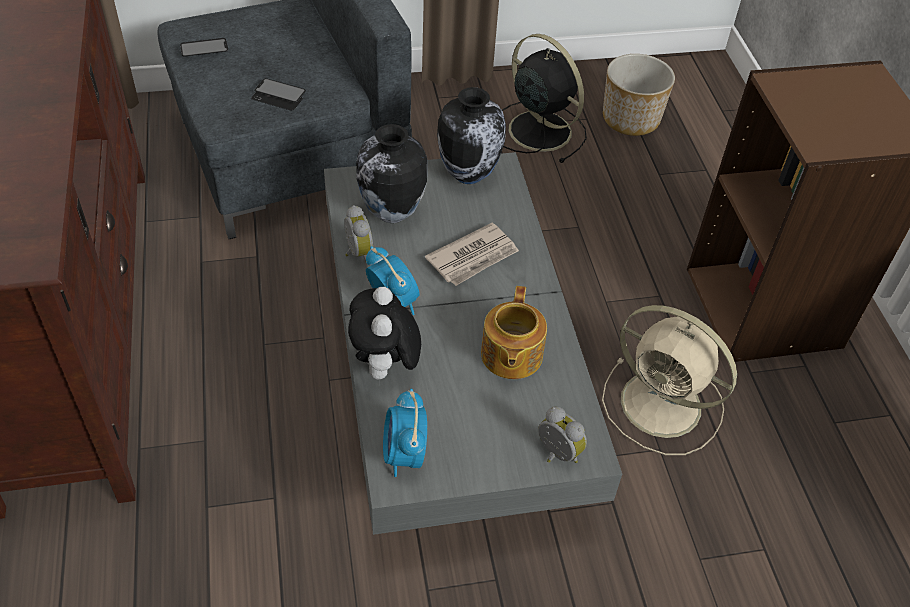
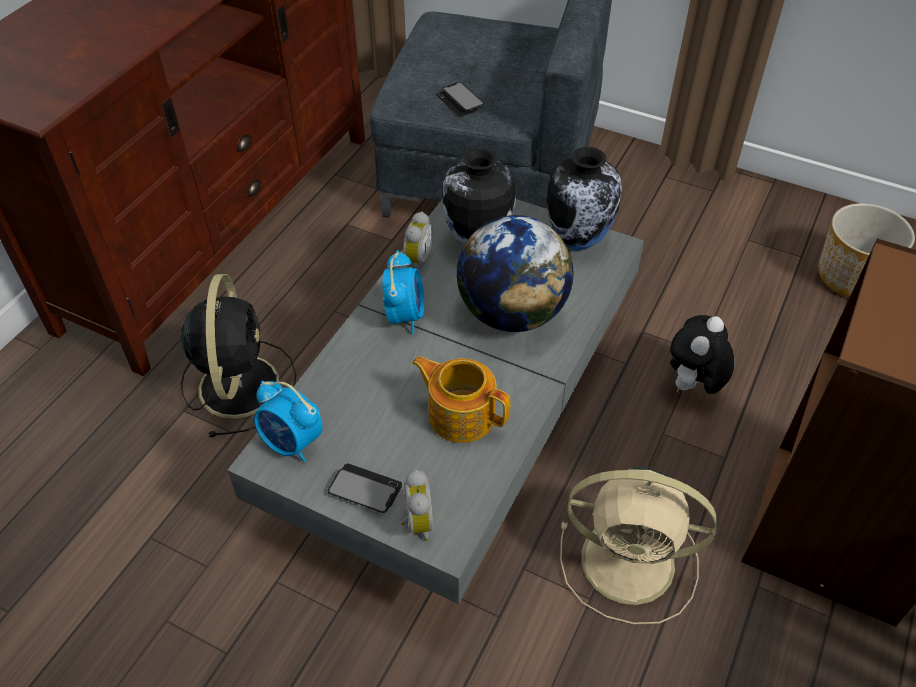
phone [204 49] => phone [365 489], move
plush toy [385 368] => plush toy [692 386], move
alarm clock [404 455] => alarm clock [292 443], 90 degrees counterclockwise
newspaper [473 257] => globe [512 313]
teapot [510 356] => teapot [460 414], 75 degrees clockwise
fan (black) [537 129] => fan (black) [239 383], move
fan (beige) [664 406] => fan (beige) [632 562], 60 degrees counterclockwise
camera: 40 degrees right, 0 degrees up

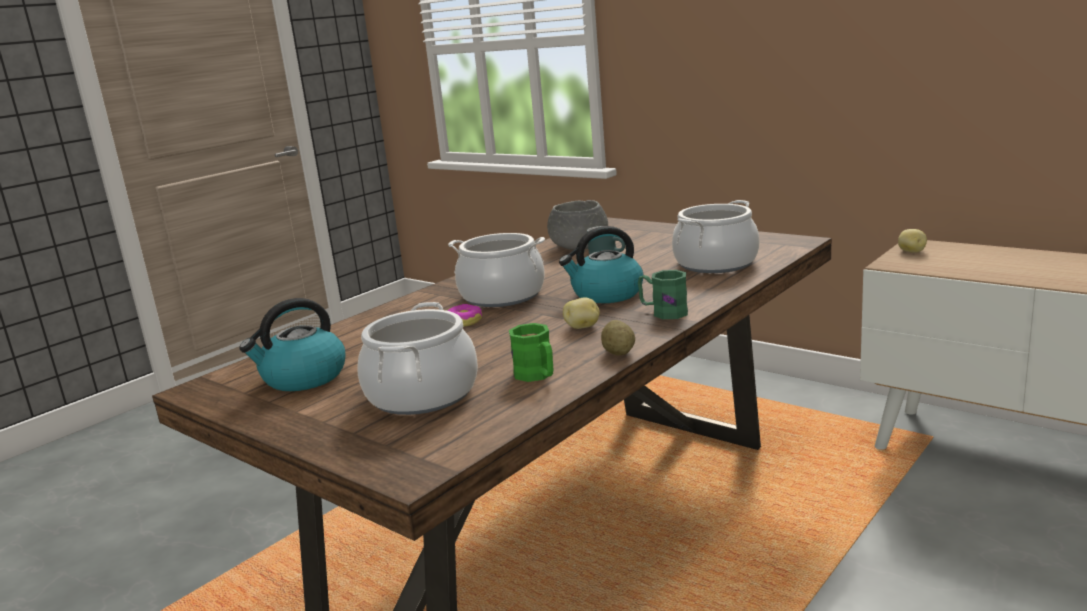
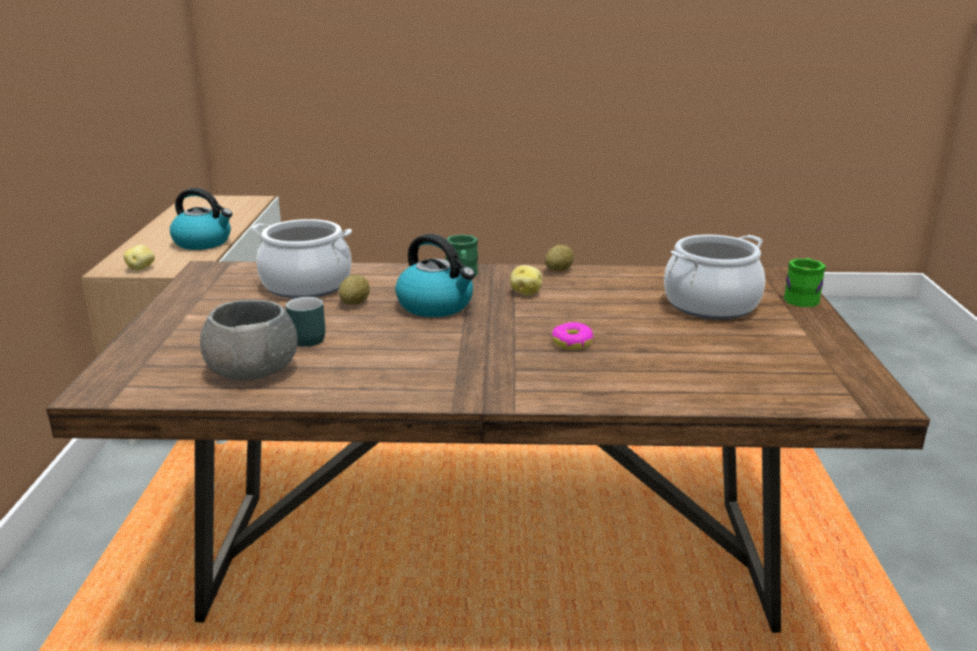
kettle [303 378] => kettle [203 242], move
cooking pot [502 296] => nothing
mug (green) [537 376] => mug (green) [802 297], move
nothing => potato [354 303]
camera: 130 degrees left, 5 degrees up

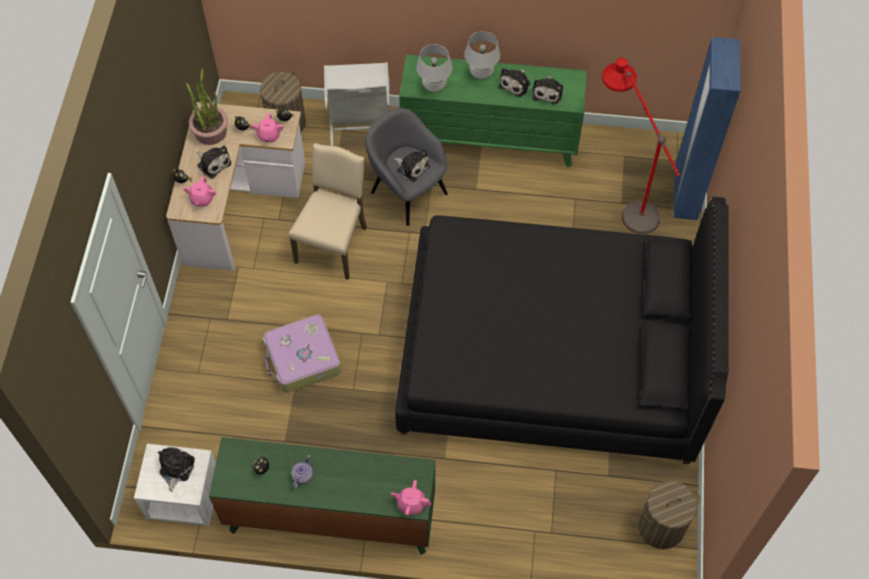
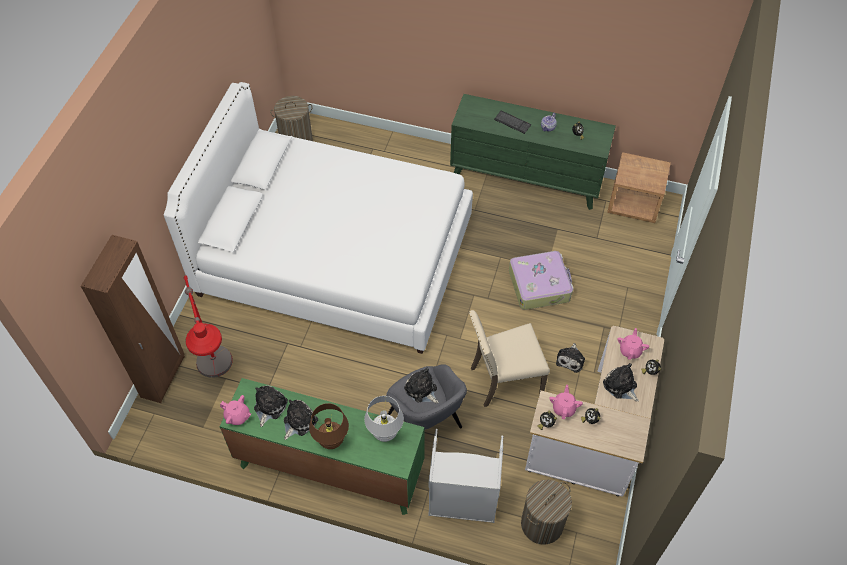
nightstand (white) [183 497] => nightstand (brown) [634 204]
plush toy [176 468] => plush toy [571 359], move
potted plant [210 131] => nothing
chair (beige) [333 244] => chair (beige) [504 380], 45 degrees clockwise
teapot (pink) [411 503] => teapot (pink) [237 416], move
bed (black) [551 356] => bed (white) [335 258]
table lamp (white) [481 73] => table lamp (brown) [331 440]
wardrobe (blue) [685 195] => wardrobe (brown) [163 377]
nothing => keyboard [512 122]
camera: 170 degrees left, 5 degrees down

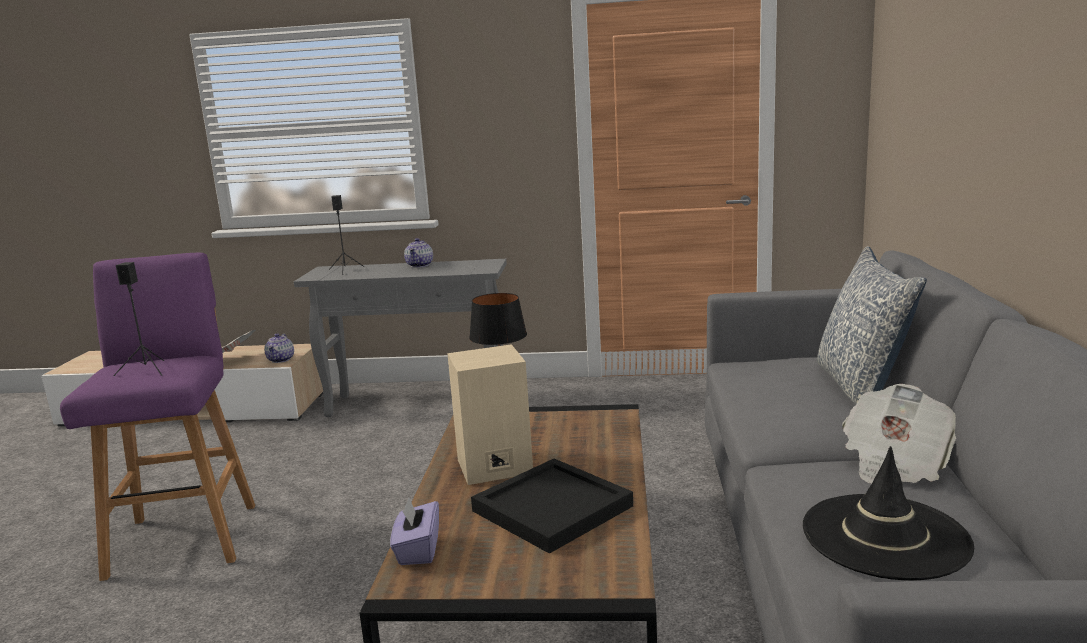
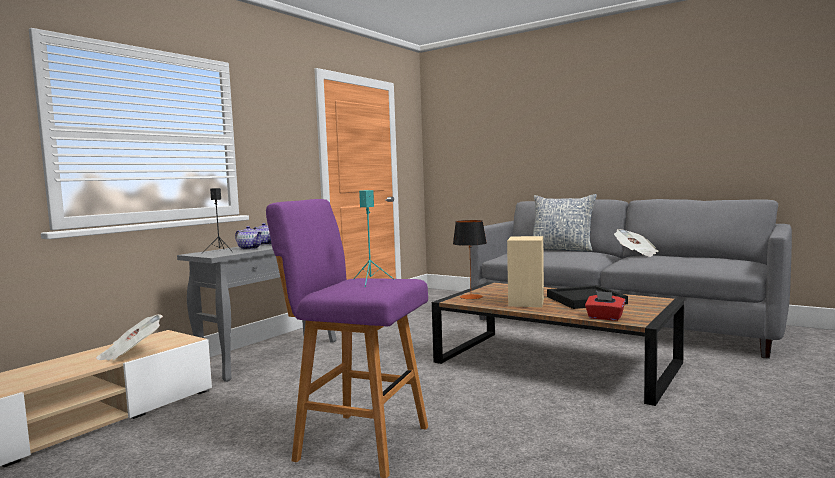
speaker (black) [147 370] => speaker (turquoise) [371 281]
teapot [281 359] => teapot [249 248], move
tissue box (purple) [418 550] => tissue box (red) [604 318]
hat (black) [884 536] => nothing
camera: 60 degrees left, 10 degrees down

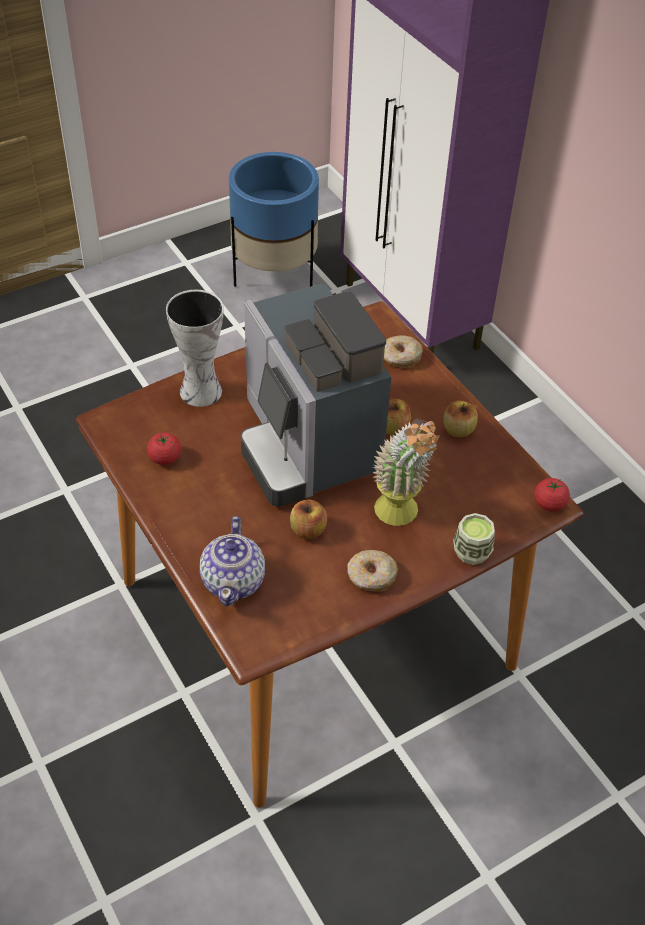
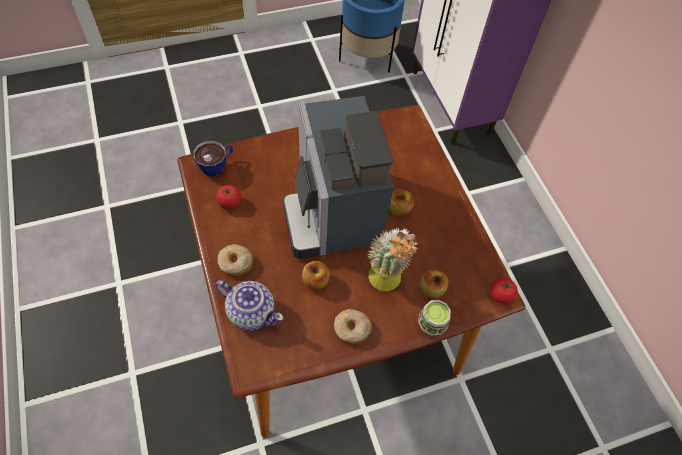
vase [199 390] => nothing
teapot [234 581] => teapot [251 312], 75 degrees counterclockwise
donut [400 357] => donut [235 263], move
apple [458 430] => apple [431 289], move
nothing => cup [217 166]
camera: 10 degrees right, 10 degrees up

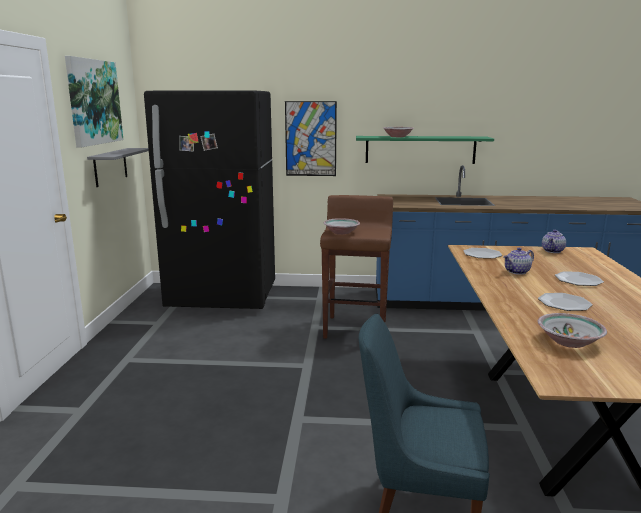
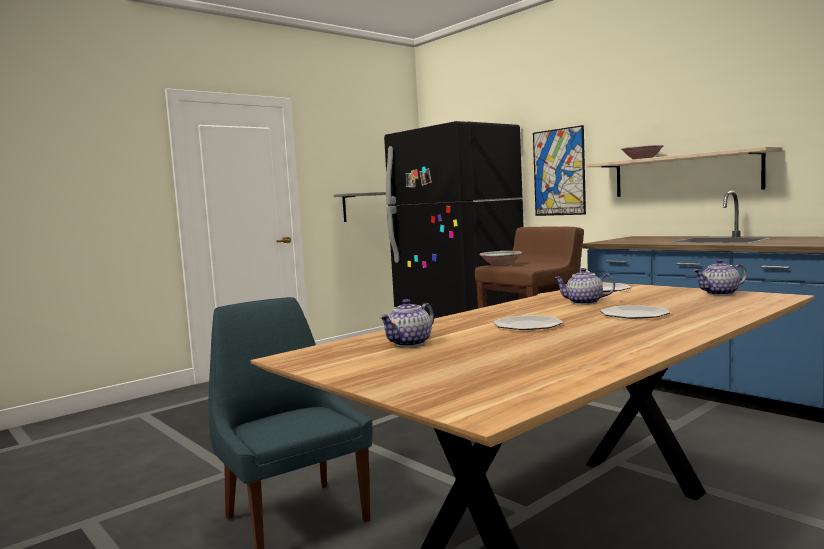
picture [94 102] => nothing
shelf (green) [420 149] => shelf (beige) [684 175]
bowl [569 341] => teapot [410 343]
camera: 45 degrees right, 10 degrees down

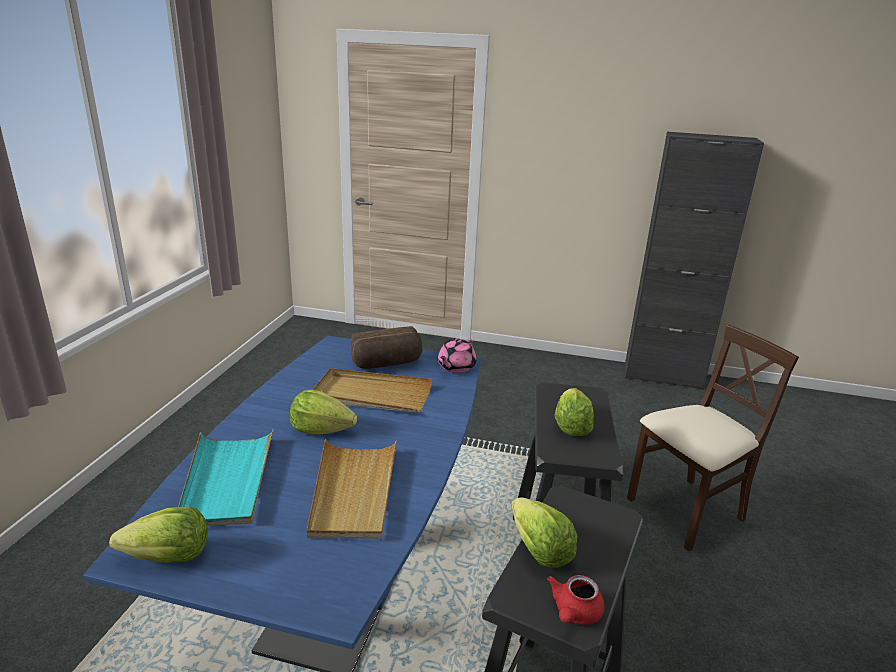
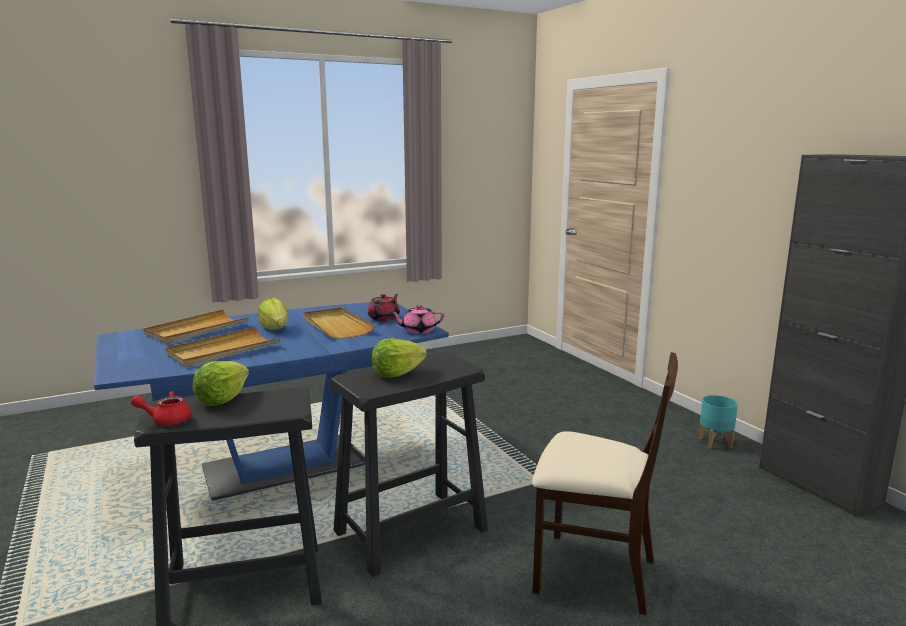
lettuce [168 557] => nothing
tray (turquoise) [227 481] => tray (beige) [196 330]
bread [387 363] => teapot (red) [384 318]
nothing => planter (turquoise) [715 442]
camera: 50 degrees right, 10 degrees down

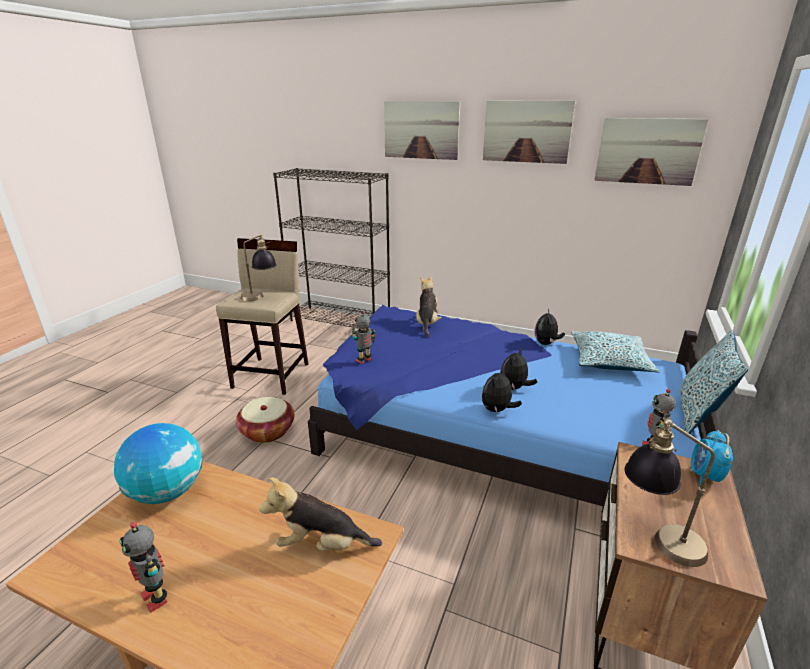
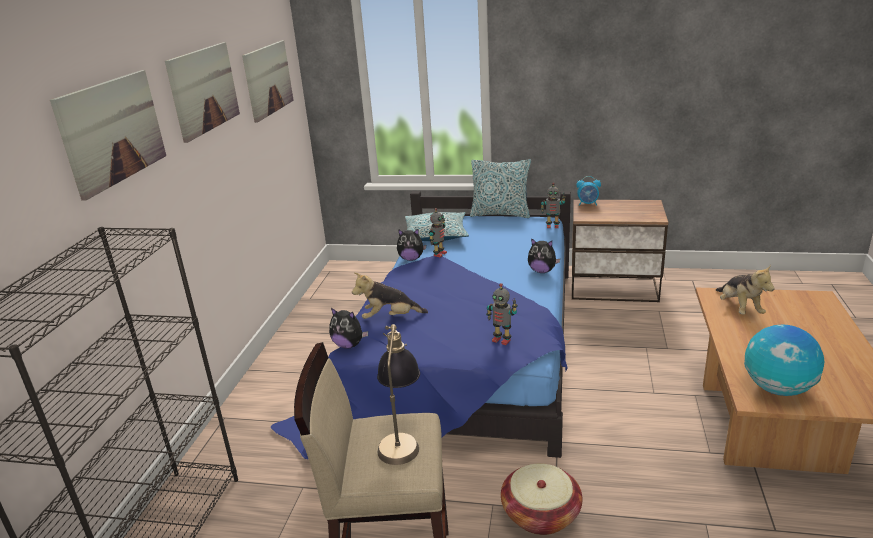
toy robot [157 597] => toy robot [439 254], move
plush toy [514 388] => plush toy [349 345], move
table lamp [657 538] => nothing
camera: 100 degrees left, 0 degrees up

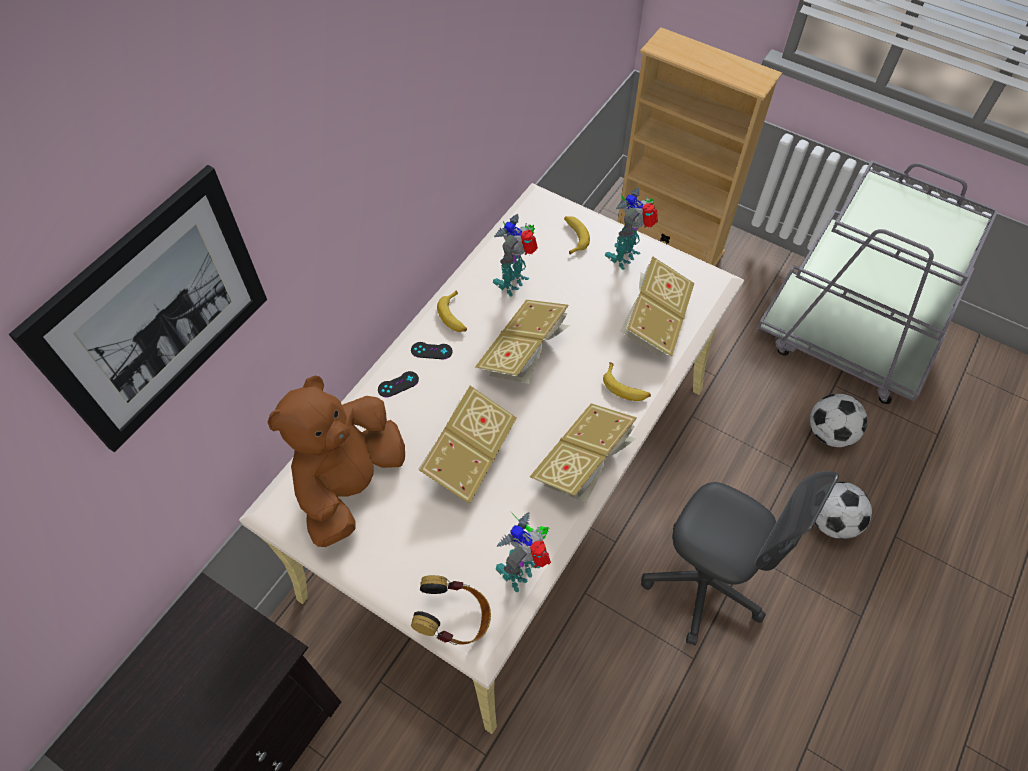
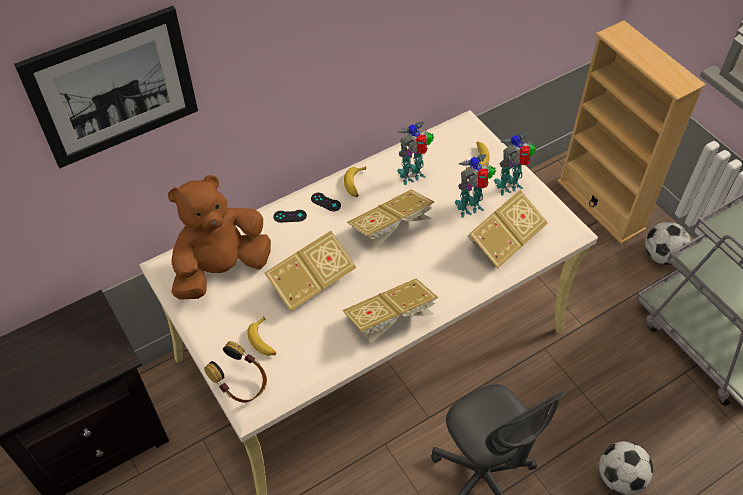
toy robot [522 571] => toy robot [471 208], move
banana [625 387] => banana [264 340], move
football [829 433] => football [662 256], move
camera: 25 degrees right, 5 degrees down

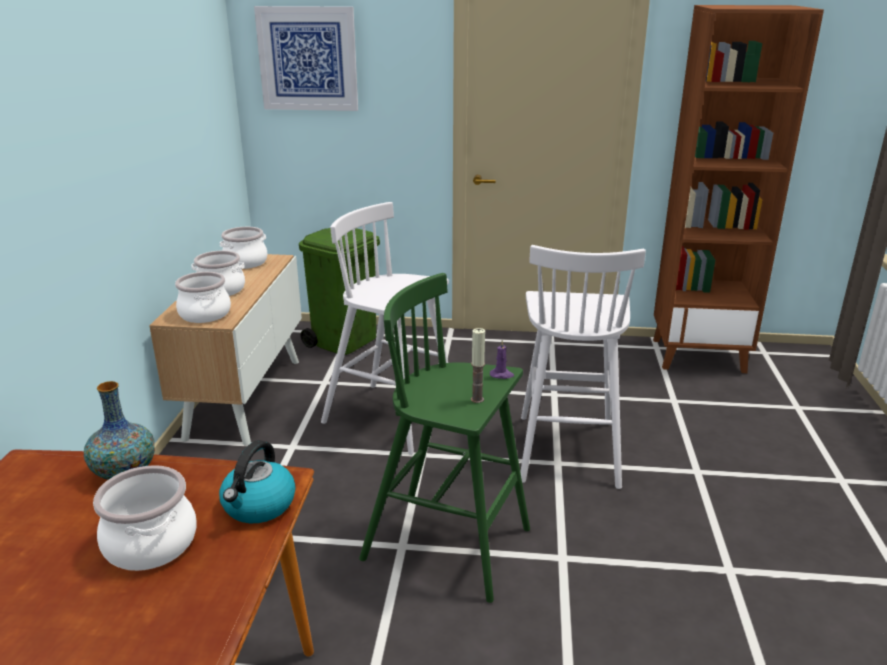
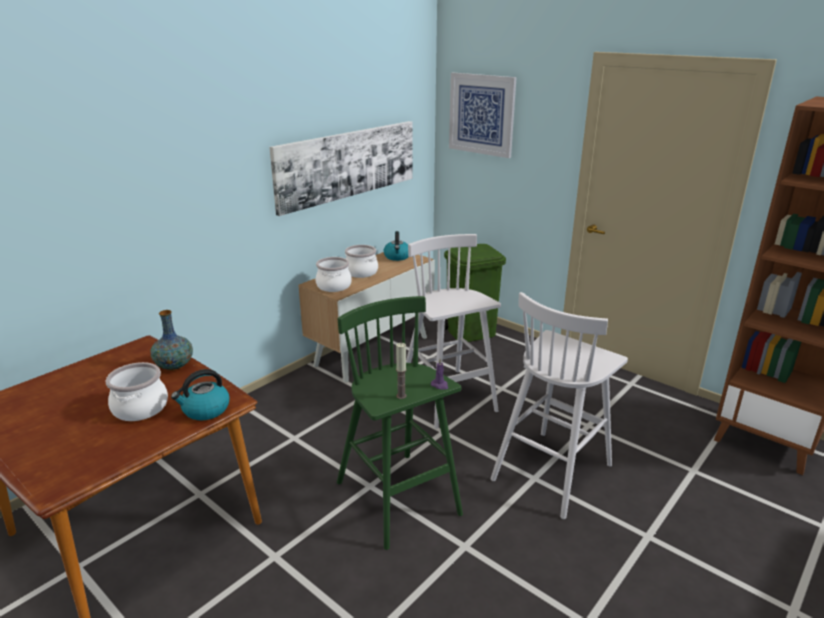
cooking pot [245 262] => kettle [397 257]
nothing => picture [347 164]
camera: 35 degrees right, 0 degrees up

